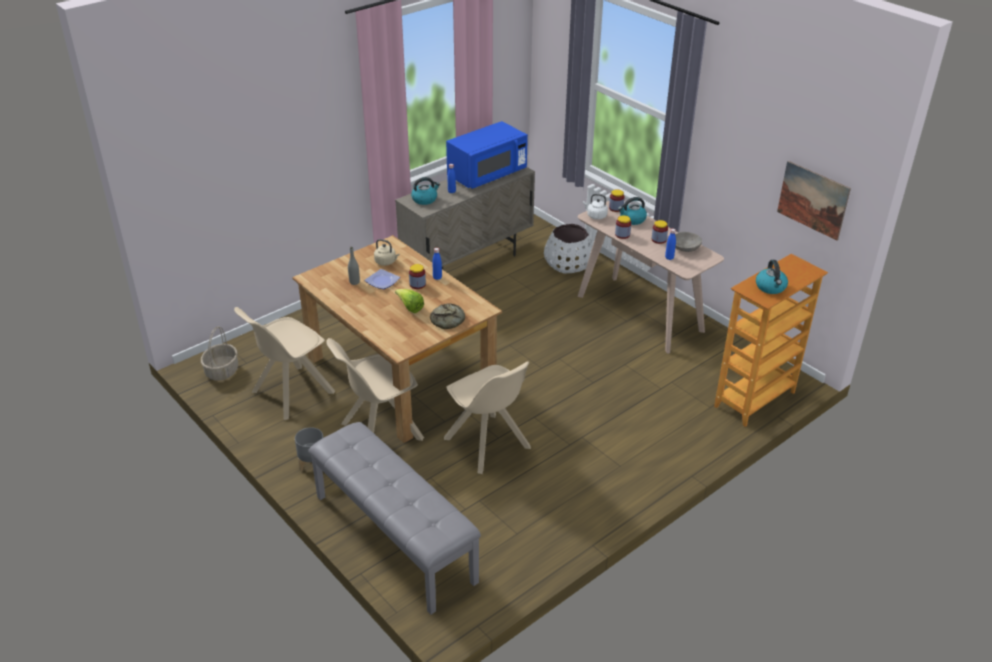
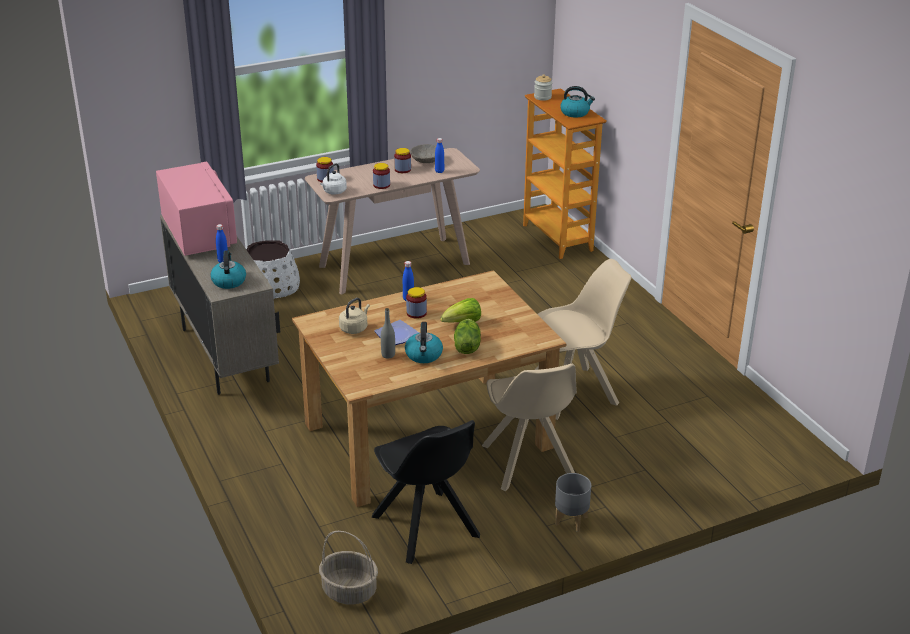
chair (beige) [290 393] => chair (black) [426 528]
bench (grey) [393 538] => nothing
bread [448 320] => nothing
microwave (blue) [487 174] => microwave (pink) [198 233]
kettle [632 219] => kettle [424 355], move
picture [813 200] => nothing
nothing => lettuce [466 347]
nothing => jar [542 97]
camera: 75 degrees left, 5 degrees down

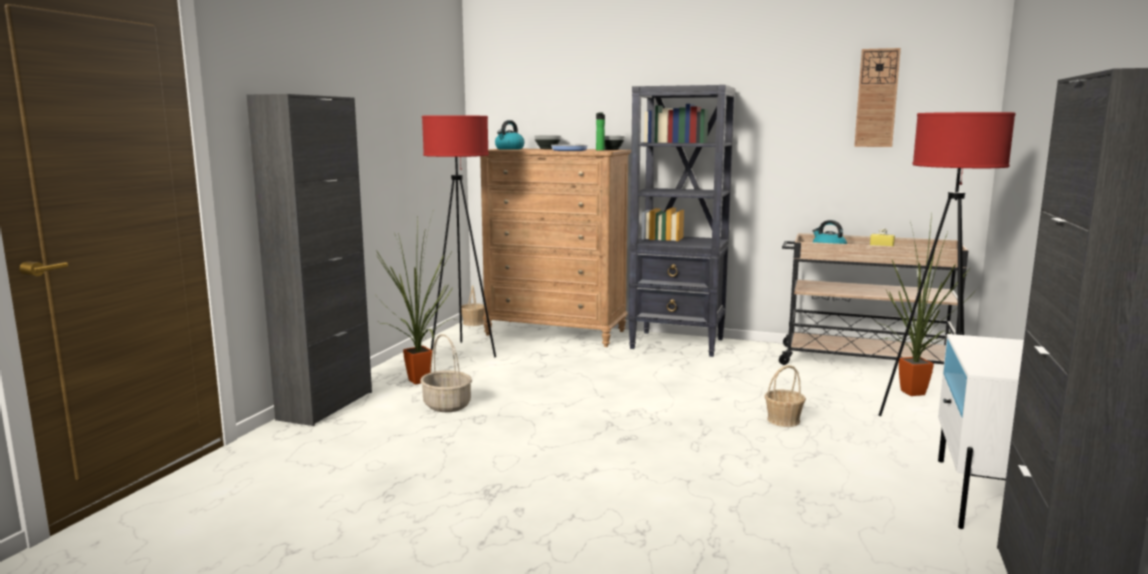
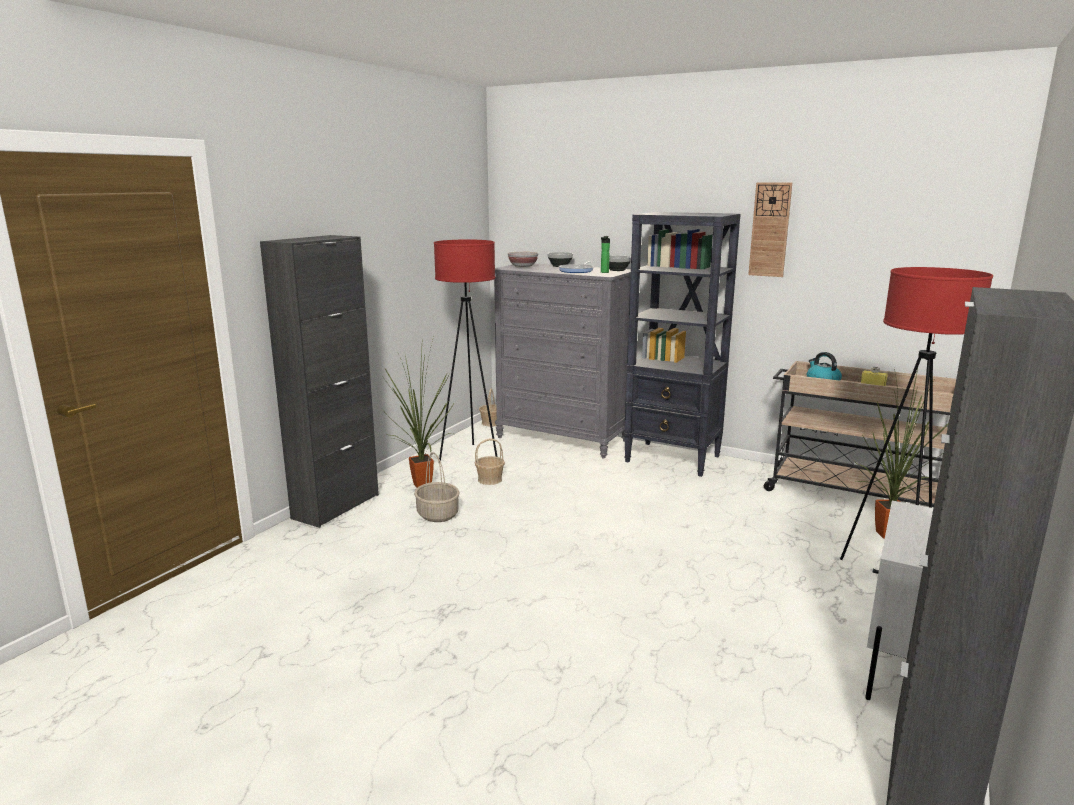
dresser (brown) [556 333] => dresser (grey) [562 439]
kettle [509 149] => bowl [523 266]
basket [783 420] => basket [490 480], move
wall clock [876 98] => wall clock [770 230], move
camera: 10 degrees right, 5 degrees up

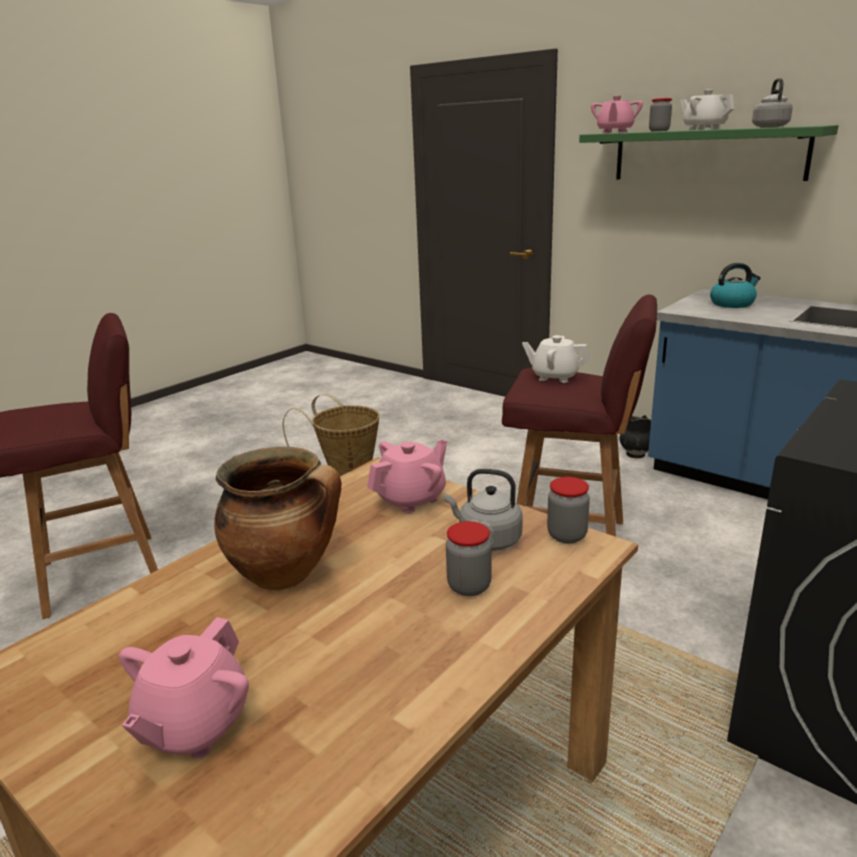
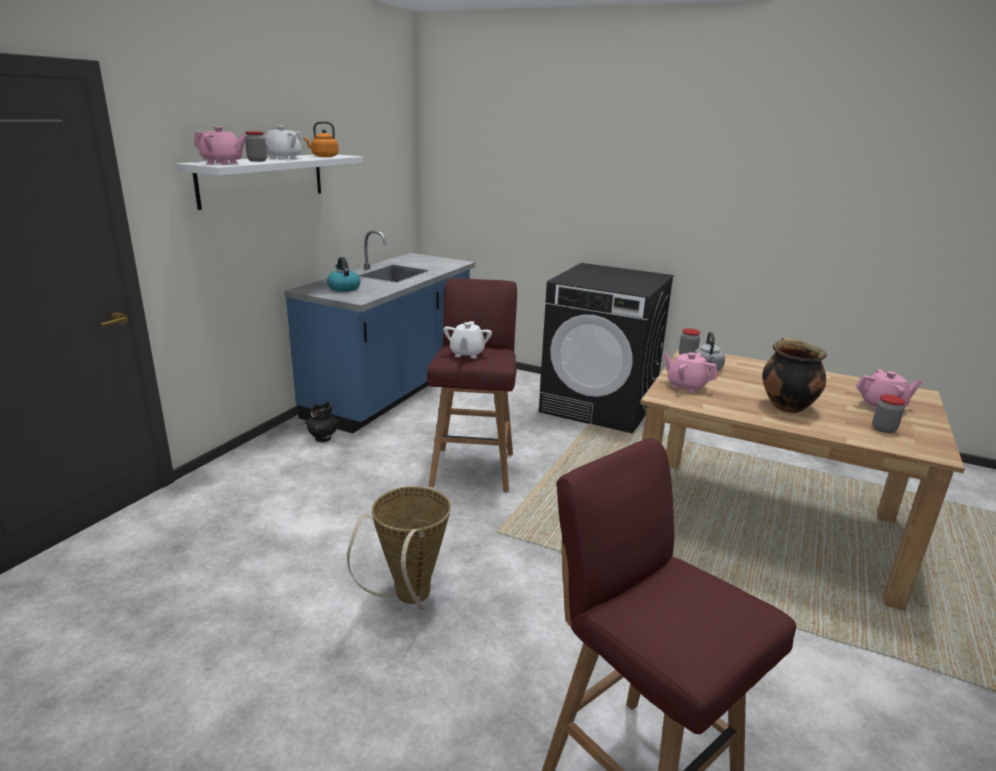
jar [469 586] => jar [883 429], move
shelf (green) [707 155] => shelf (white) [263 179]
kettle (grey) [769 127] => kettle (orange) [323 156]
camera: 105 degrees left, 0 degrees up

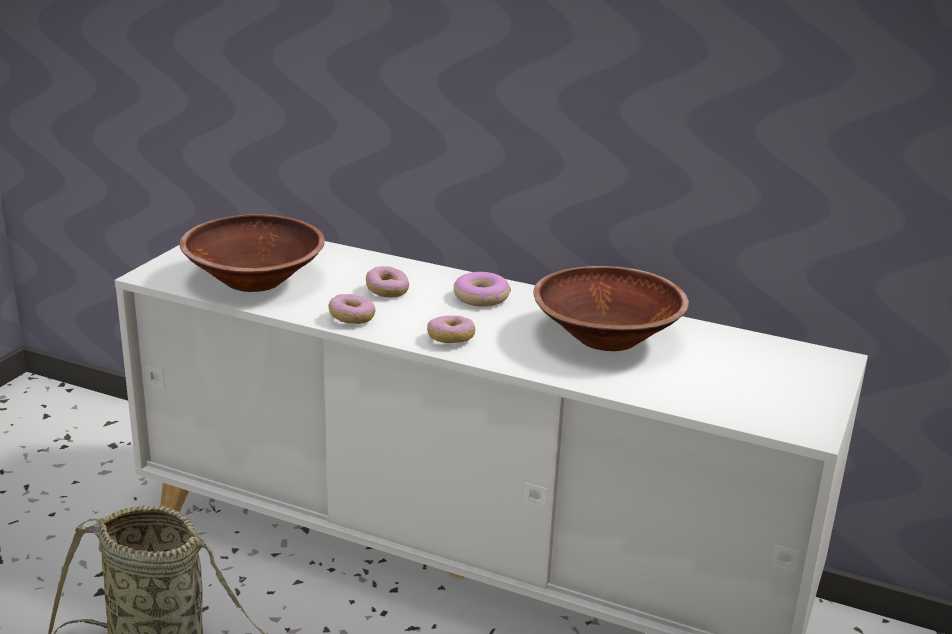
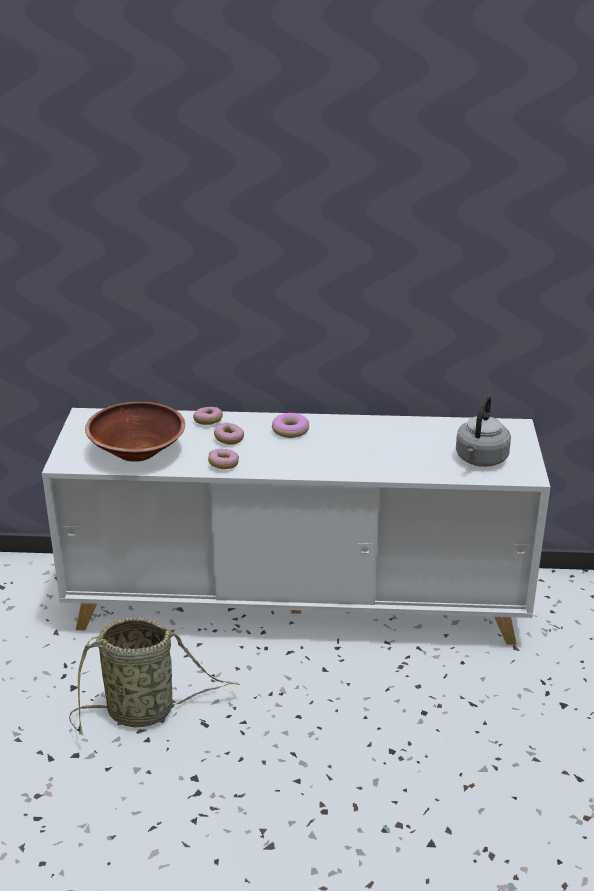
donut [451 339] => donut [208 421], move
bowl (brown) [607 338] => nothing
nothing => kettle (grey) [480 460]
camera: 20 degrees left, 5 degrees up

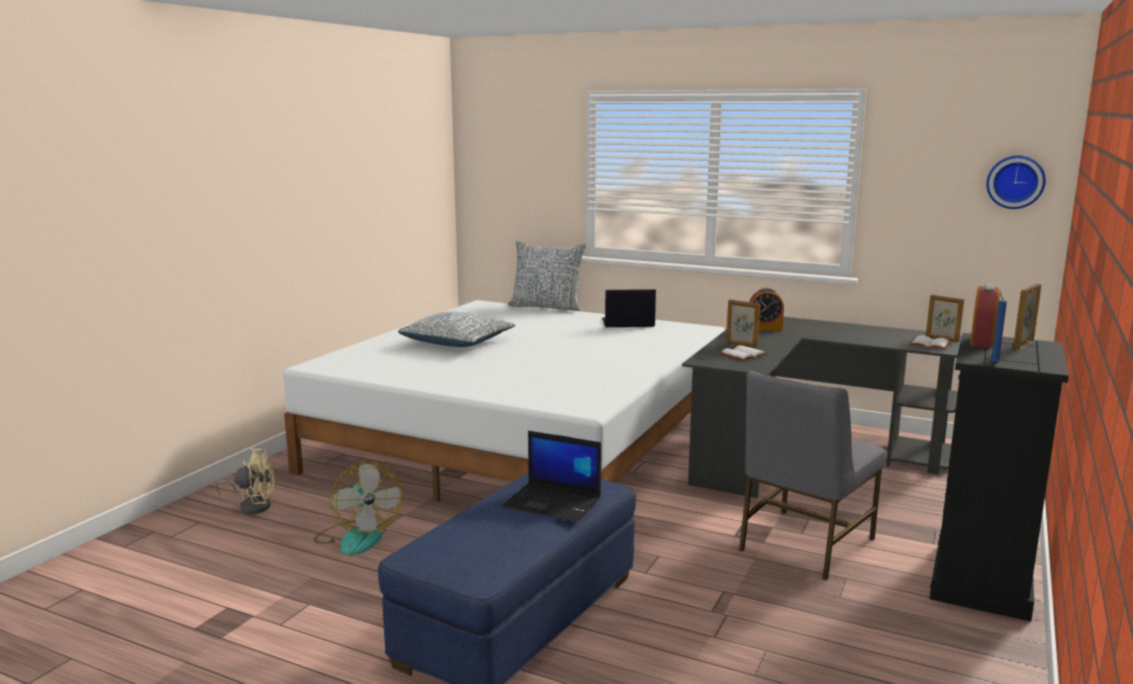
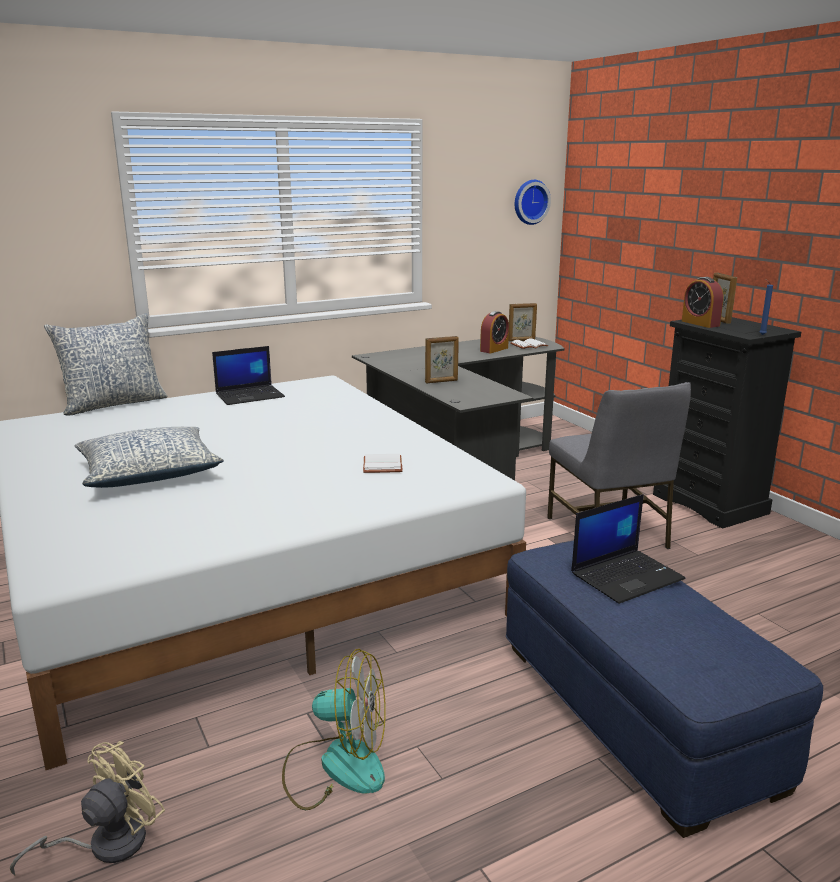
laptop [627 323] => laptop [250 395], 150 degrees counterclockwise
book (white) [743 355] => book (white) [384 465], move
alarm clock [764 328] => alarm clock [494 349], move
camera: 55 degrees left, 5 degrees up

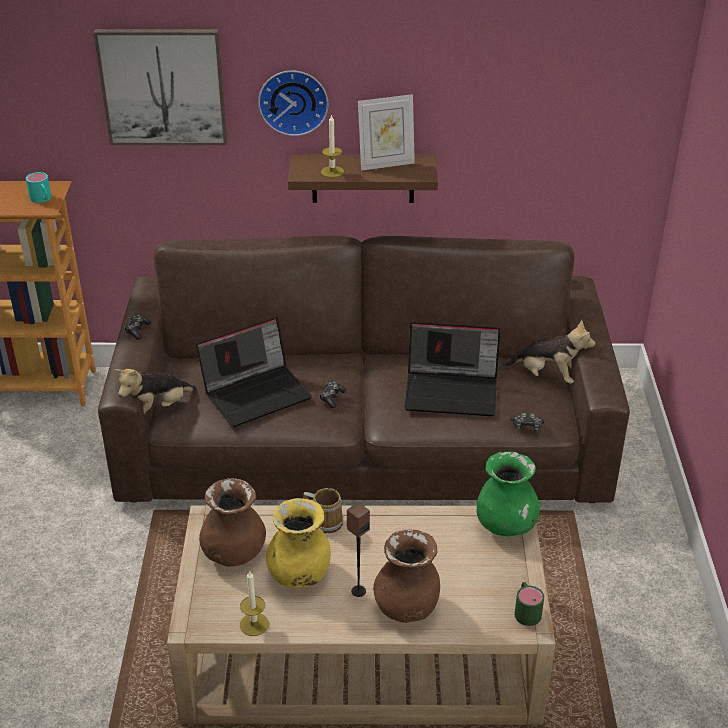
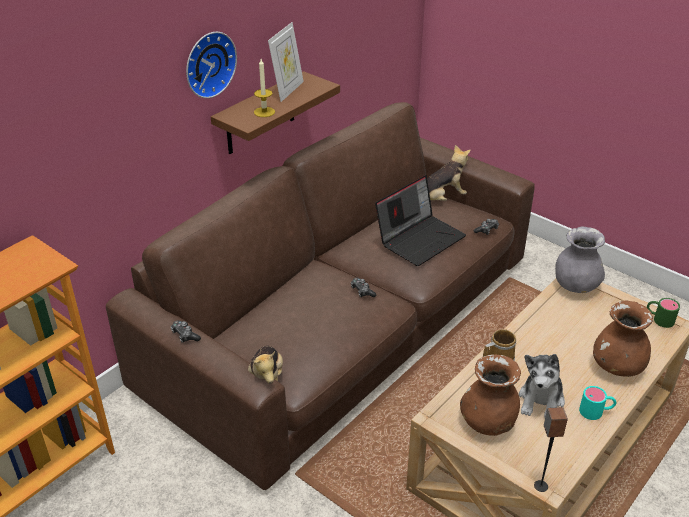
mug (turquoise) [42 199] => mug (turquoise) [596 411], move
picture [163 86] => nothing
laptop [257 393] => nothing
candle [254 624] => nothing
vase (yellow) [300 575] => plush toy [541 400]
speaker [358 591] => speaker [540 486], move
vase (green) [506 525] => vase (grey) [575 286]
camera: 50 degrees left, 0 degrees up

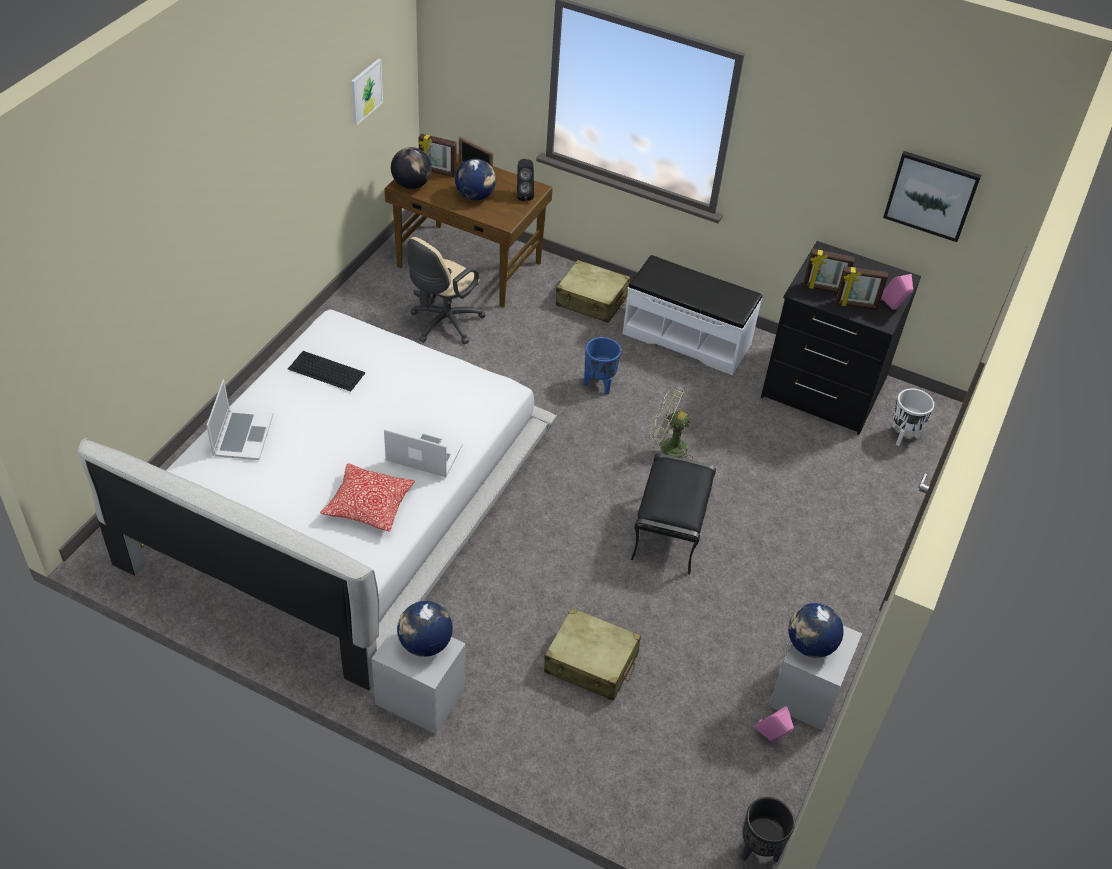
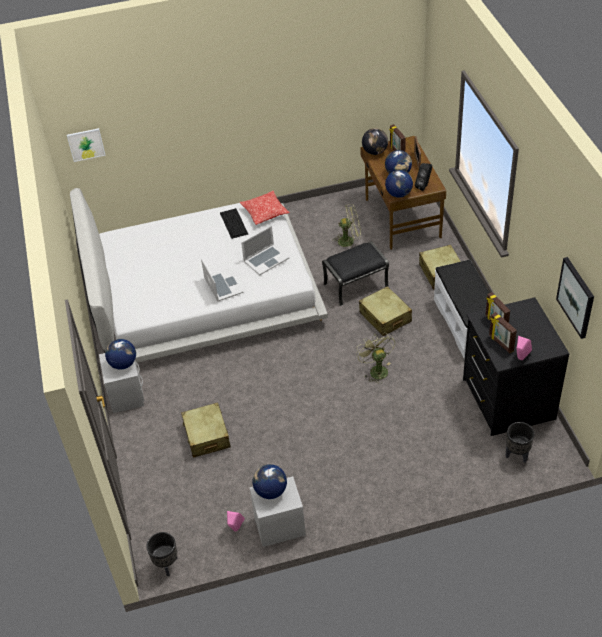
laptop [242 434] => laptop [266 259], move
pillow [368 505] => pillow [265 212], move
picture [366 91] => picture [86 144], move
office chair (beige) [443 324] => fan (green) [349 241]
planter (blue) [599 384] => suitcase (beige) [385 317]
ottoman (black) [670 532] => ottoman (black) [355 286], move
planter (white) [902 436] => planter (black) [516 455]
nothing => globe [398 194]
camera: 55 degrees right, 0 degrees up

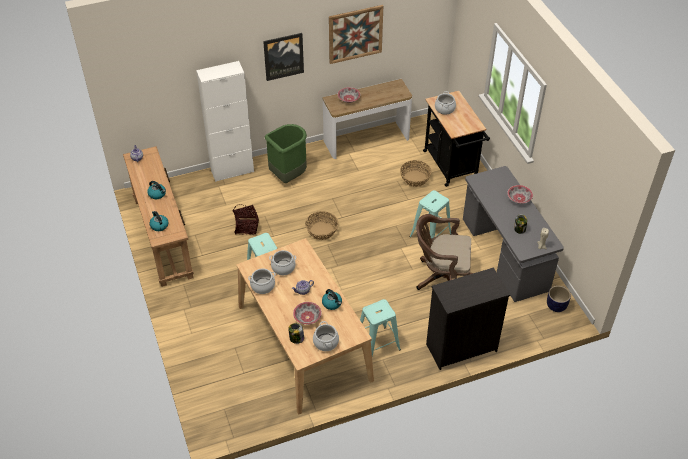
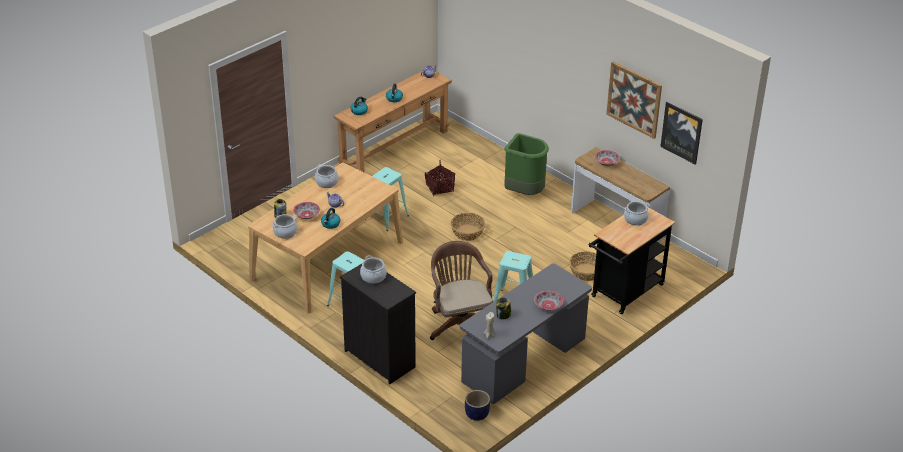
cabinet (white) [232 171] => nothing
picture [283 56] => picture [682 132], move
cooking pot [283 267] => cooking pot [373 277], move
camera: 65 degrees right, 10 degrees down

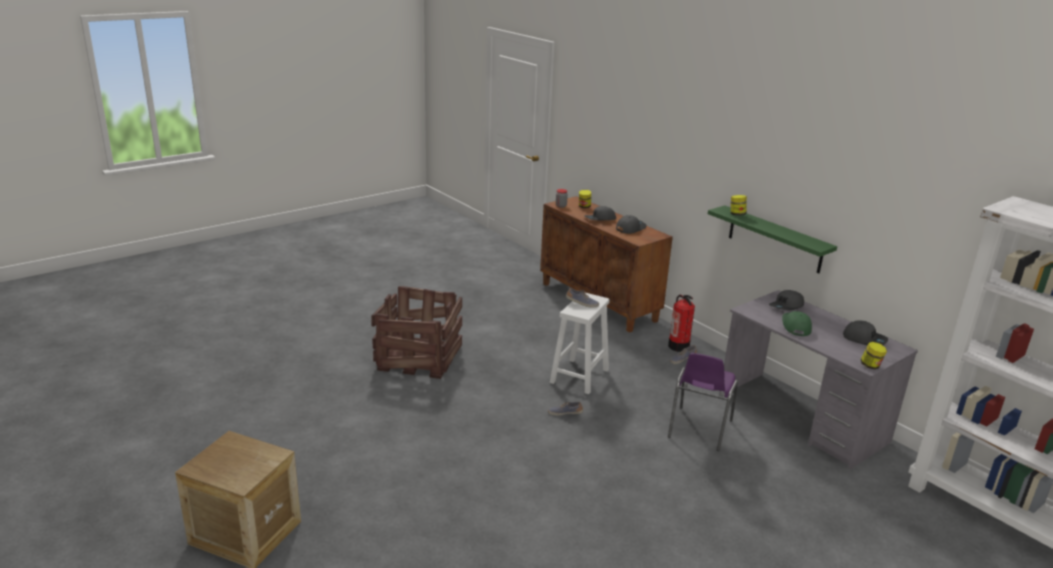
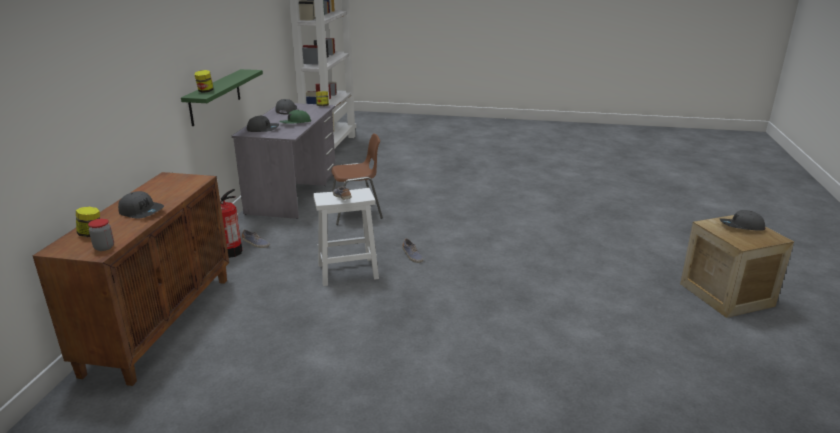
crate [420 357] => nothing
cap (grey) [630 228] => cap (grey) [741 227], move
chair (purple) [698 429] => chair (brown) [357 213]
camera: 130 degrees left, 0 degrees up

